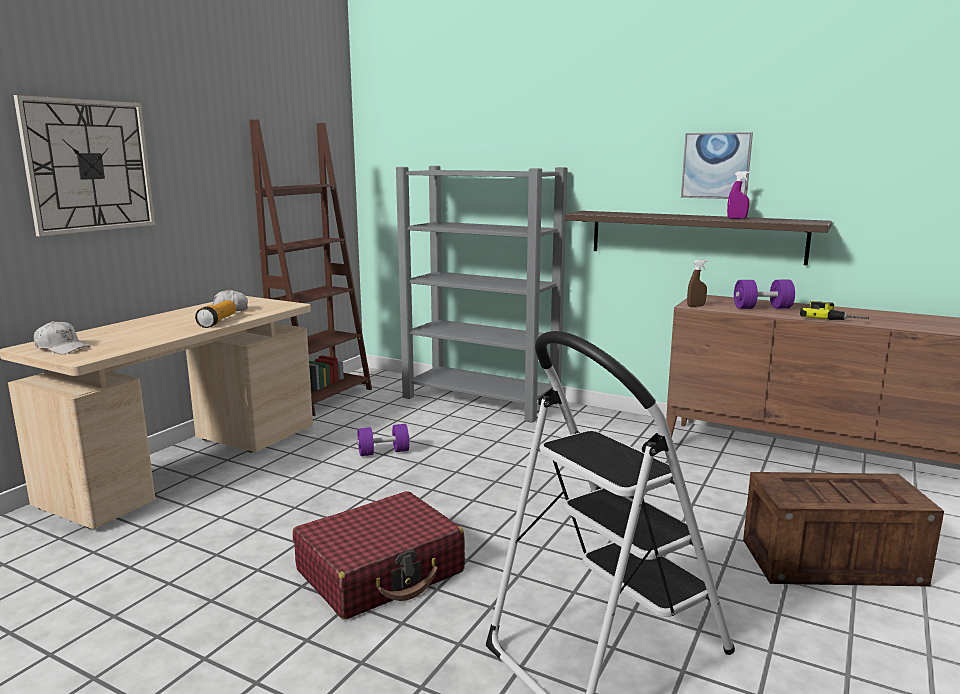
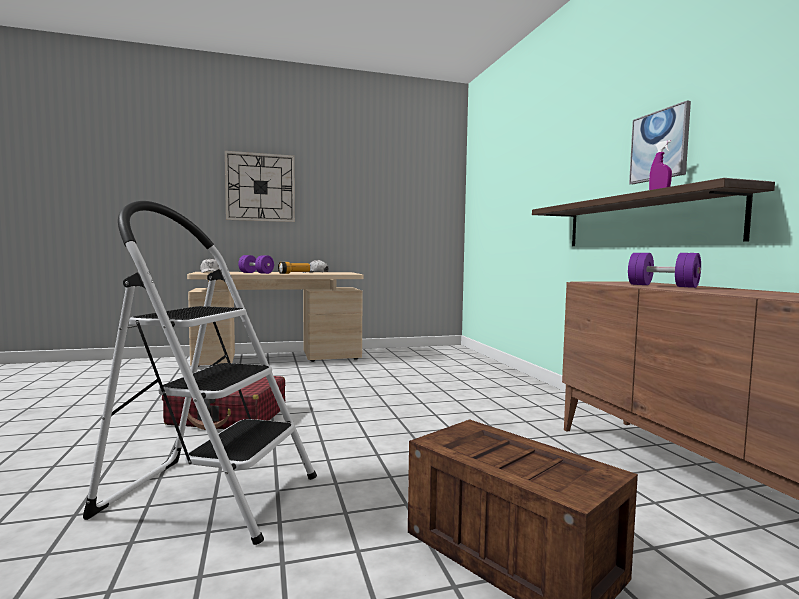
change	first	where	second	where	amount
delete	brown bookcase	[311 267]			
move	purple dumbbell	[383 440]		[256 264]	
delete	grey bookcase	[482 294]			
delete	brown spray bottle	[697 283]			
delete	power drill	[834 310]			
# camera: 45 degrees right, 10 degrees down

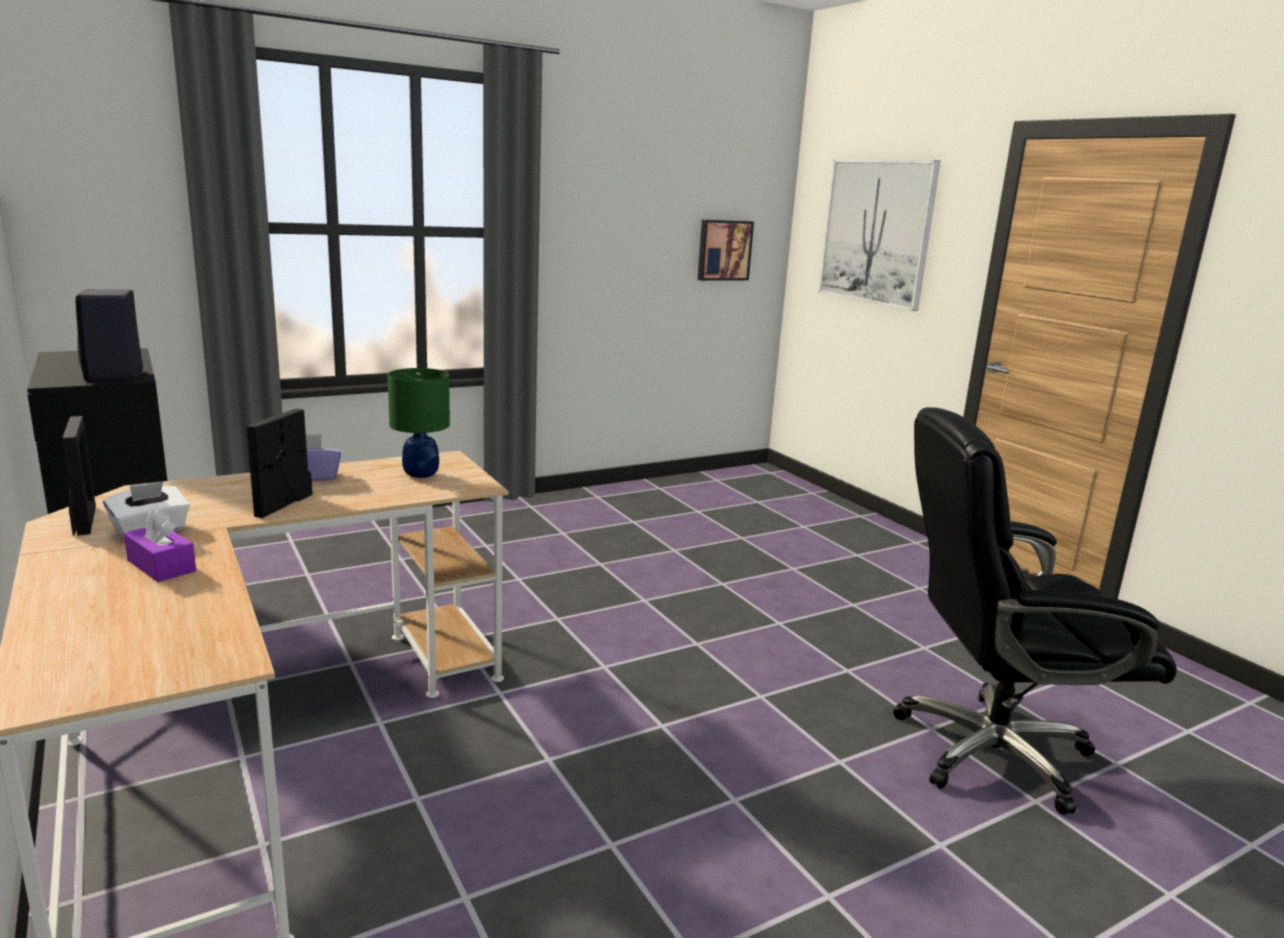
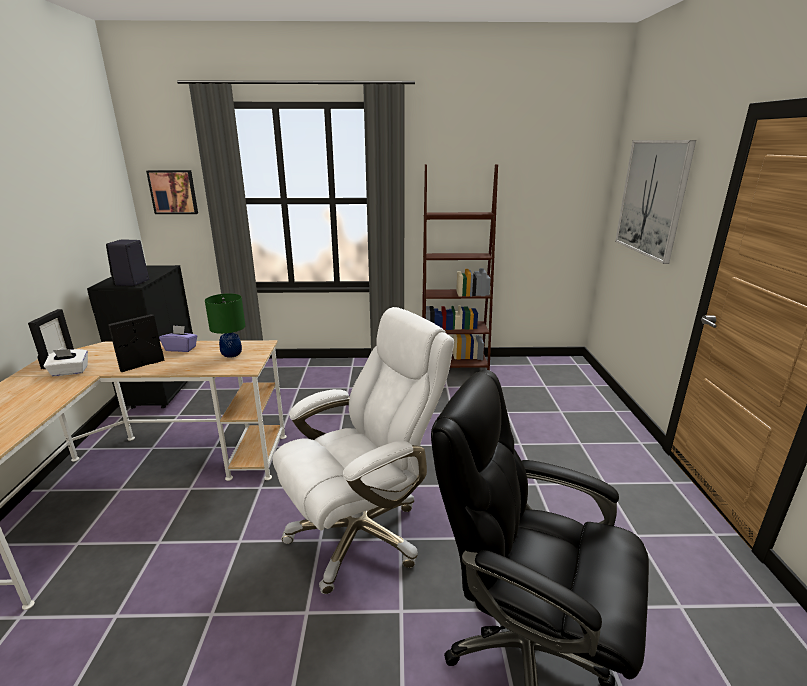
change	first	where	second	where	amount
delete	purple tissue box	[160 545]			
move	picture	[726 250]		[172 192]	
insert			white office chair	[363 450]	
insert			brown bookcase	[460 267]	
# camera: 30 degrees right, 5 degrees up

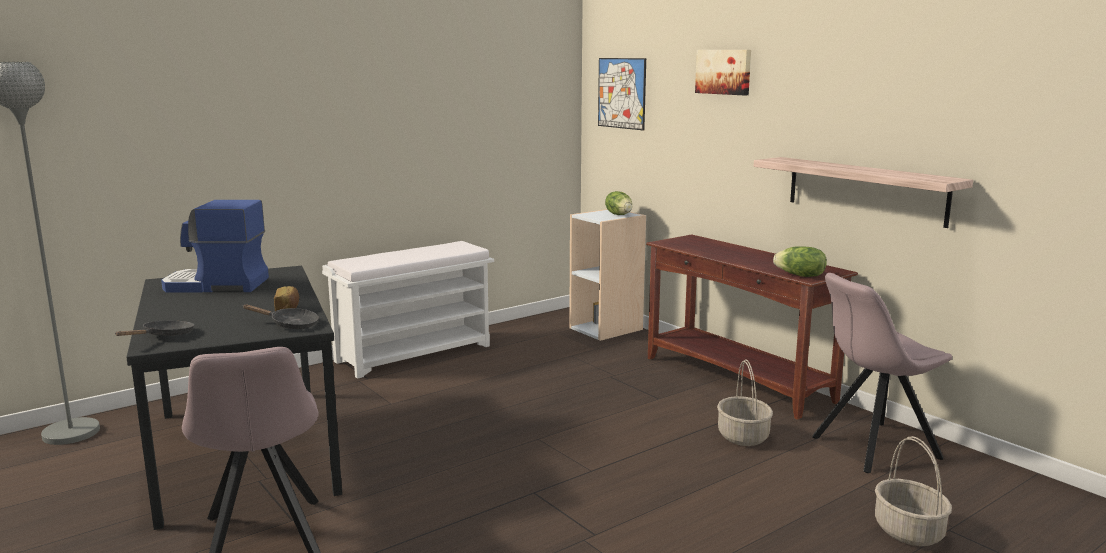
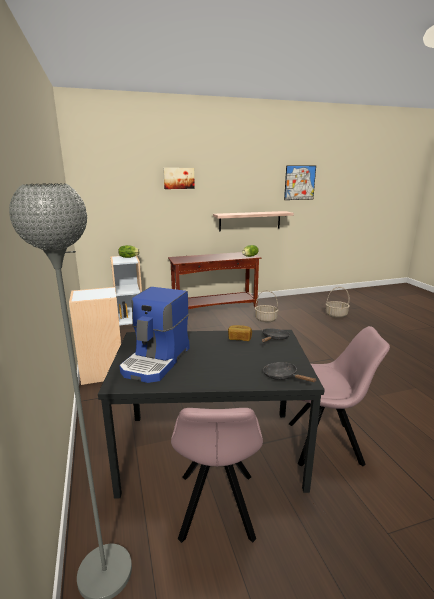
change	first	where	second	where	amount
replace	white bench	[408 310]	bookcase	[95 336]	
move	picture	[622 94]		[300 182]	
move	pink chair	[882 373]		[217 475]	
# camera: 70 degrees left, 5 degrees up

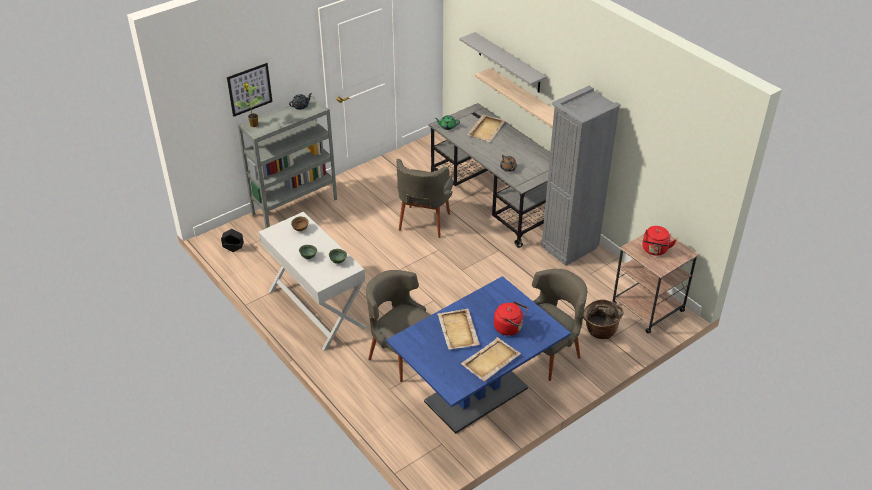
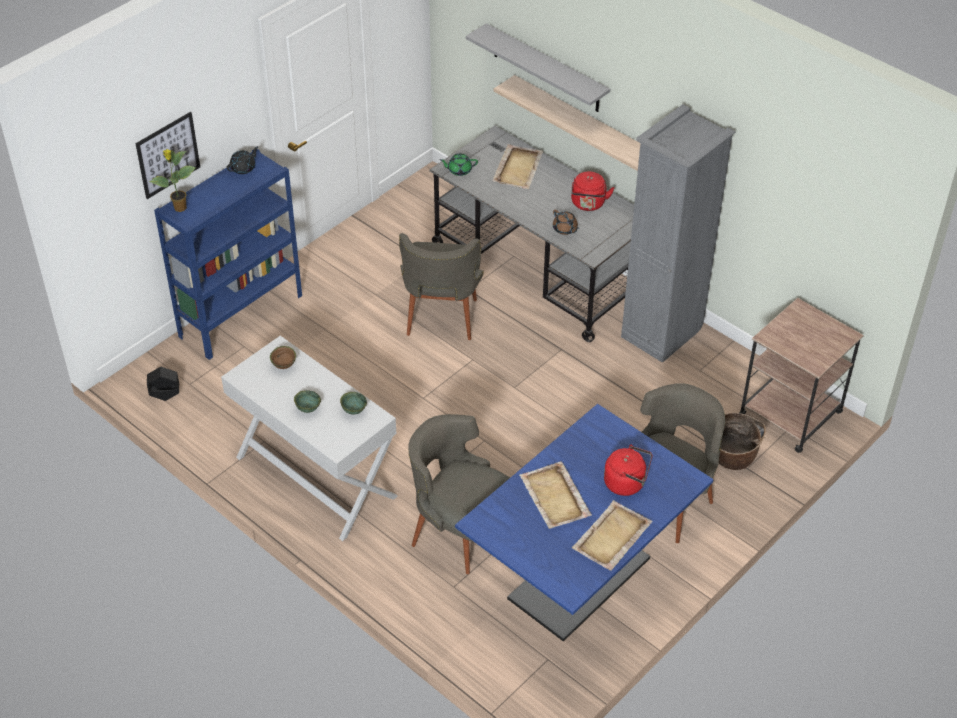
change	first	where	second	where	amount
recolor	grey bookcase	[287 162]	blue bookcase	[228 254]	
move	red kettle	[659 241]		[592 191]	
# camera: 10 degrees left, 5 degrees up

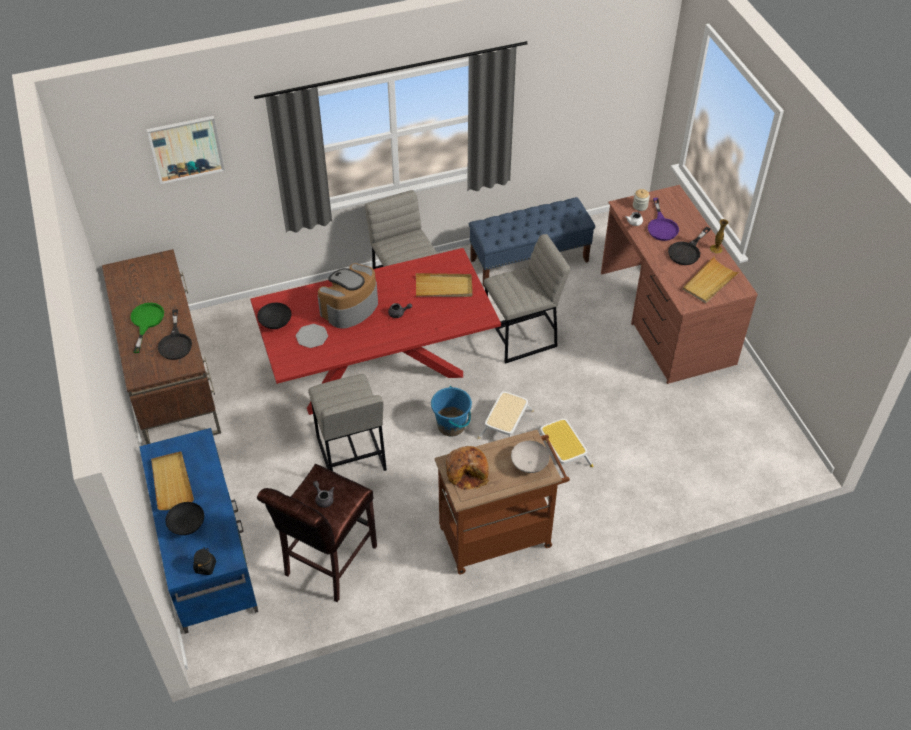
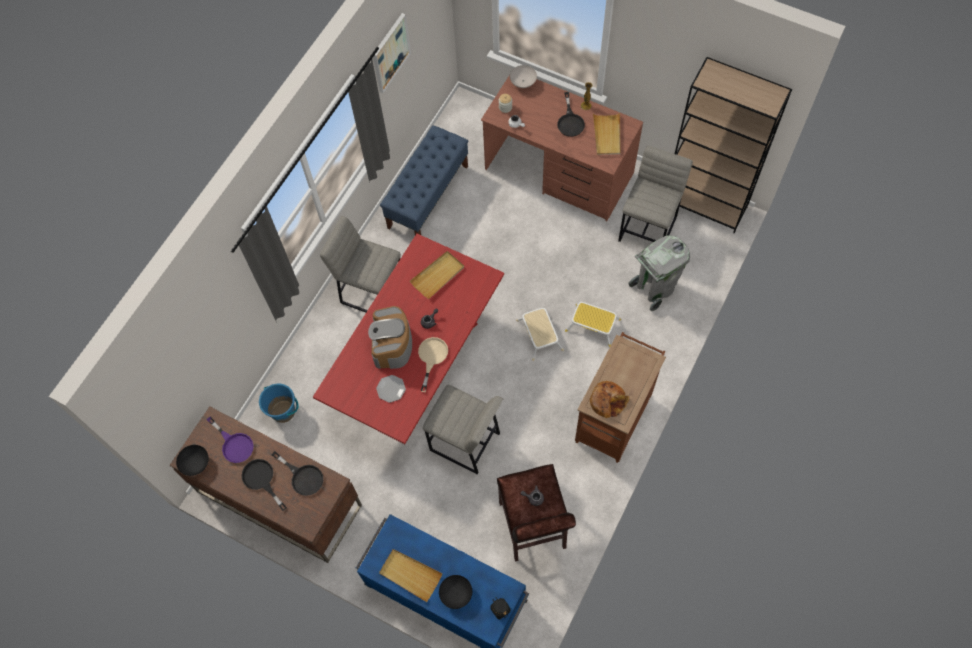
change	first	where	second	where	amount
recolor	green frying pan	[147 328]	black frying pan	[264 485]	
move	picture	[185 150]		[392 53]	
move	black bowl	[274 316]		[192 460]	
move	blue bucket	[451 411]		[279 403]	
move	grey chair	[527 298]		[655 193]	
move	white bowl	[530 457]		[523 76]	
move	purple frying pan	[663 219]		[230 439]	
insert			beige frying pan	[433 364]	
insert			grey trash can	[659 273]	
insert			beige bookcase	[733 145]	
# camera: 40 degrees left, 15 degrees up

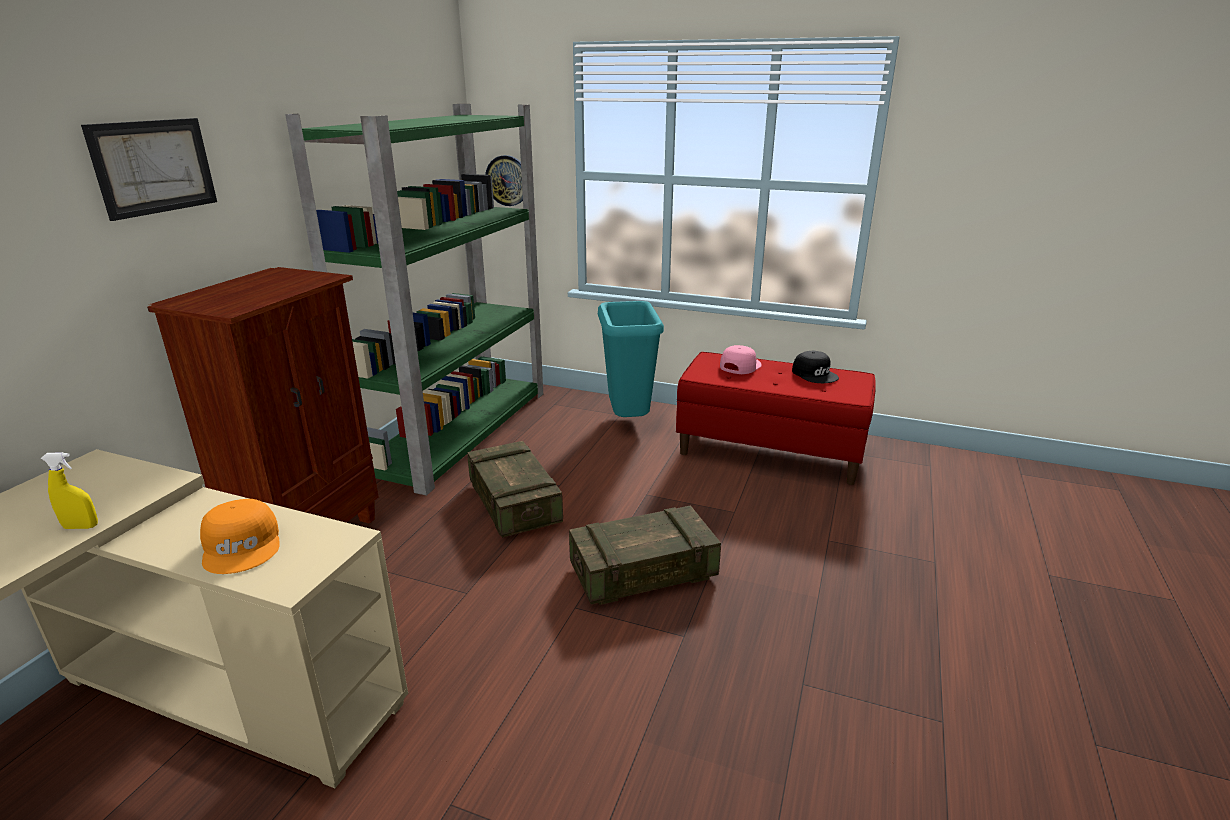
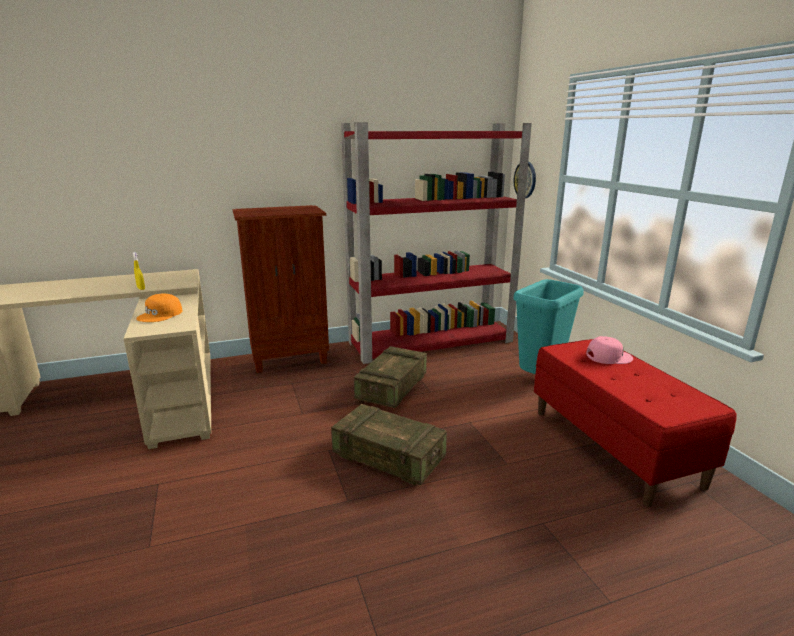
change	first	where	second	where	amount
delete	picture	[149 169]			
recolor	green bookcase	[414 300]	red bookcase	[436 243]	
delete	black cap	[815 367]			
# camera: 50 degrees right, 5 degrees down

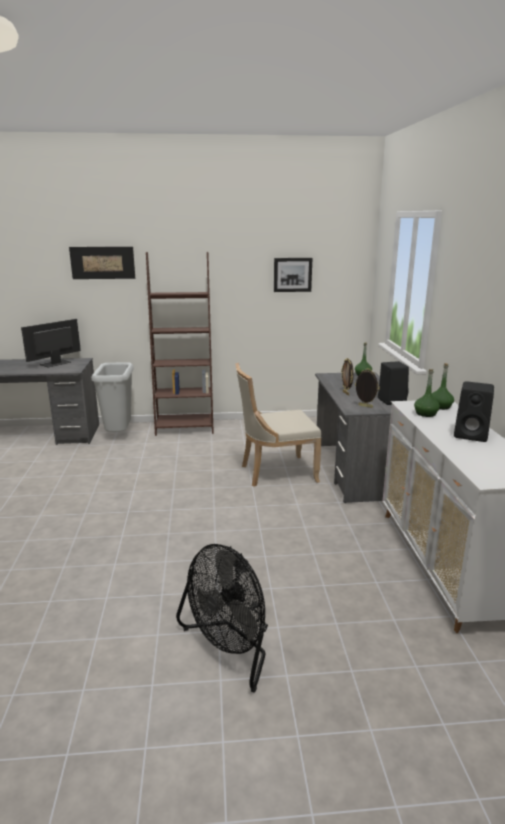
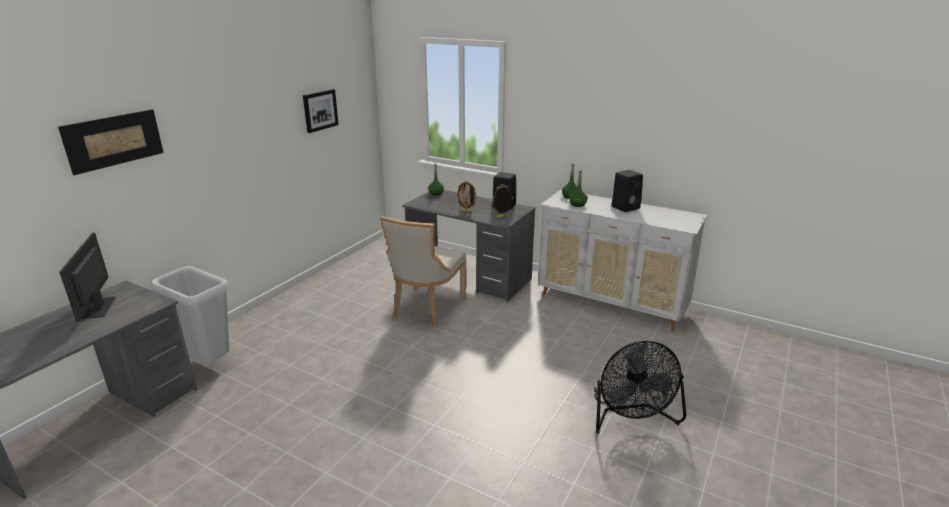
change	first	where	second	where	amount
delete	brown bookcase	[180 344]			
# camera: 55 degrees left, 5 degrees up

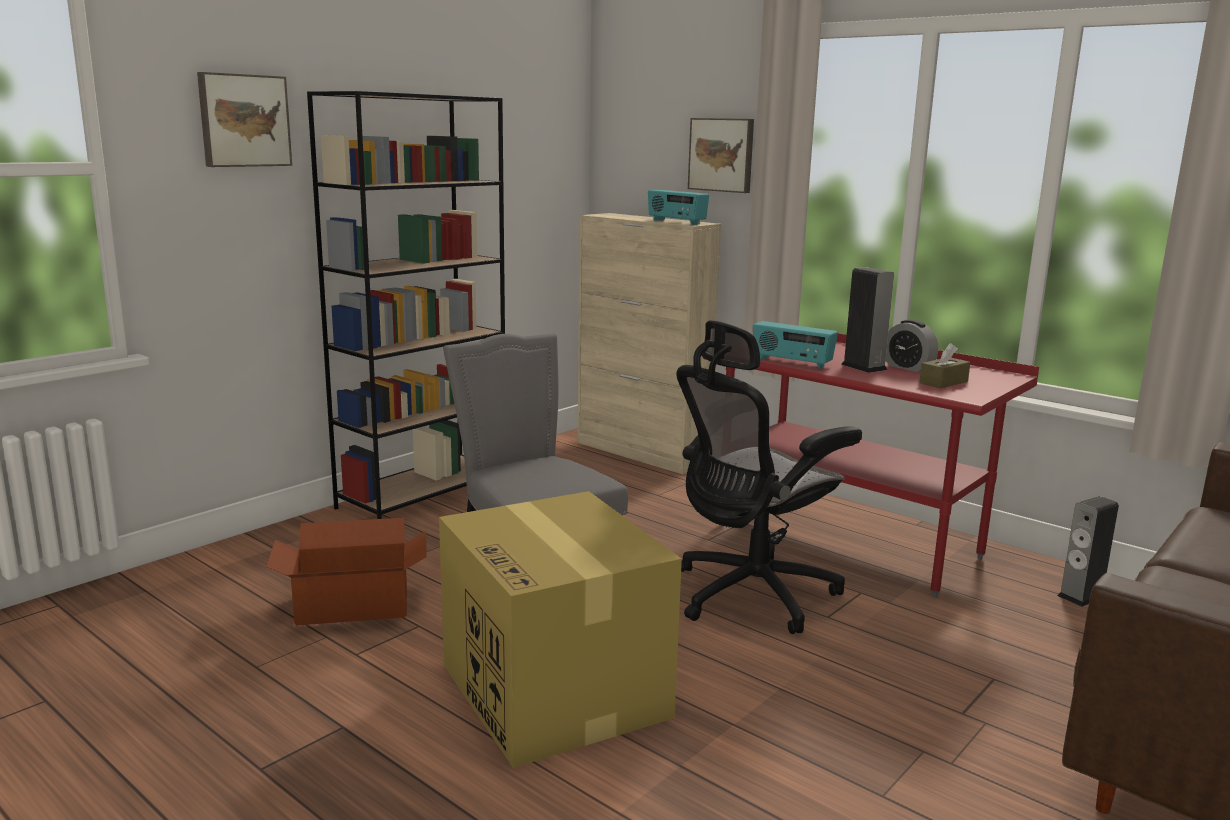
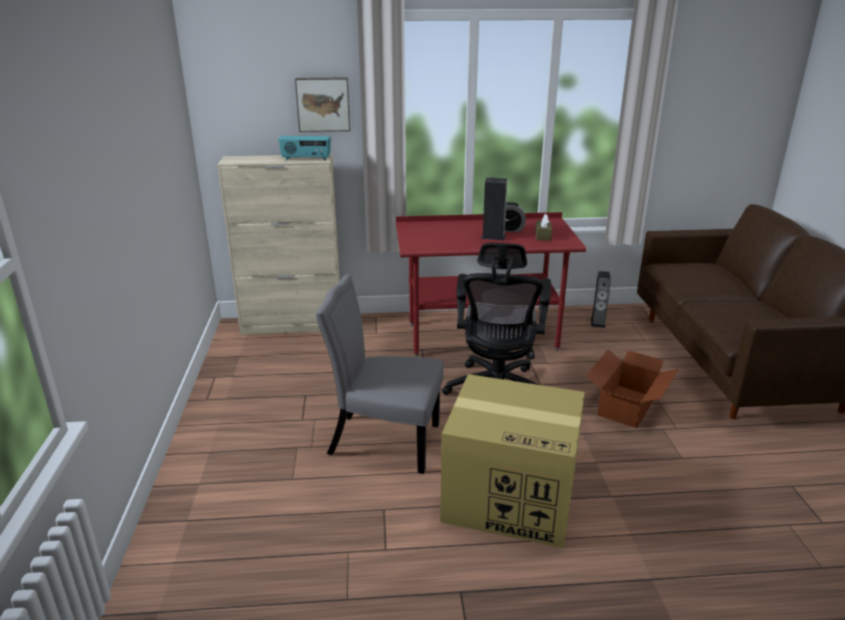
change	first	where	second	where	amount
delete	picture	[244 119]			
move	cardboard box	[346 572]		[632 388]	
delete	beige bookcase	[406 305]			
delete	radio	[795 345]			
# camera: 45 degrees left, 10 degrees up

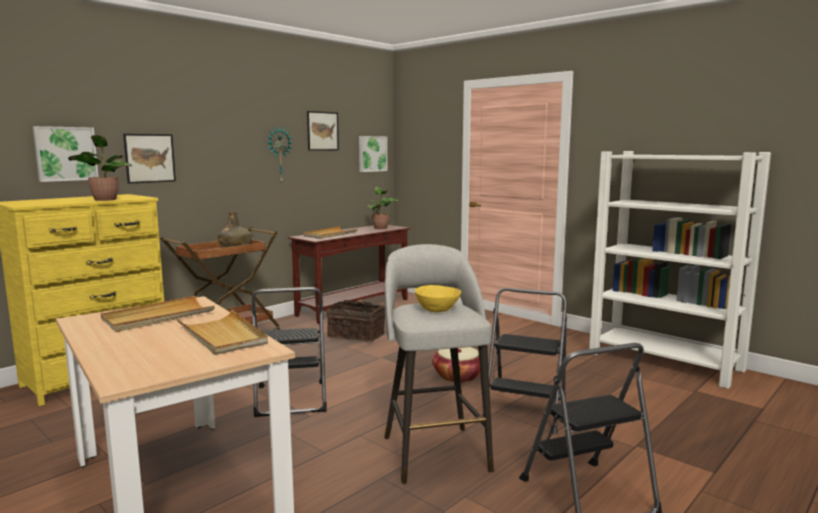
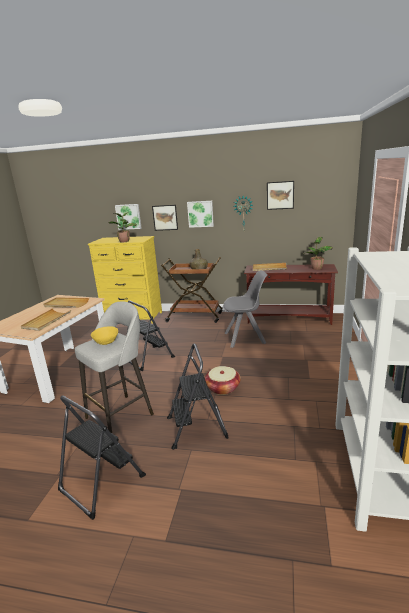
change	first	where	second	where	amount
replace	basket	[356 321]	grey chair	[245 309]	
move	picture	[373 154]		[200 214]	
# camera: 60 degrees right, 10 degrees up

